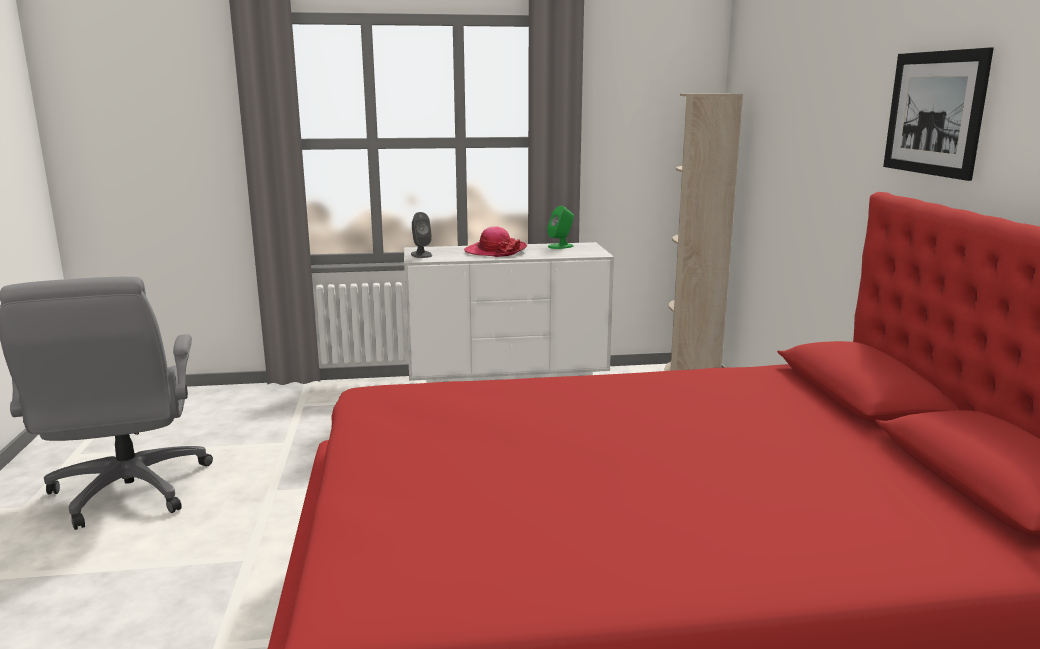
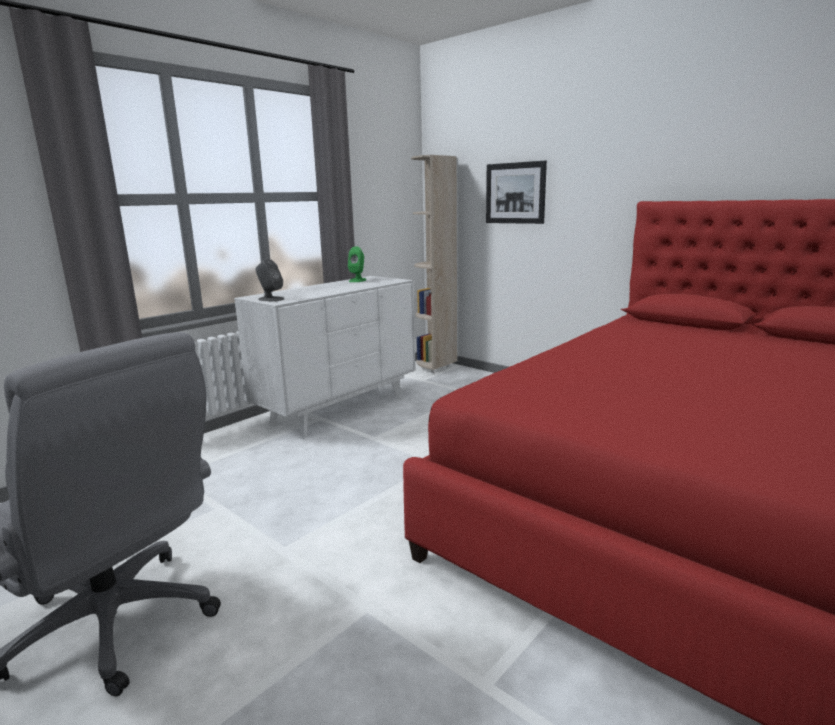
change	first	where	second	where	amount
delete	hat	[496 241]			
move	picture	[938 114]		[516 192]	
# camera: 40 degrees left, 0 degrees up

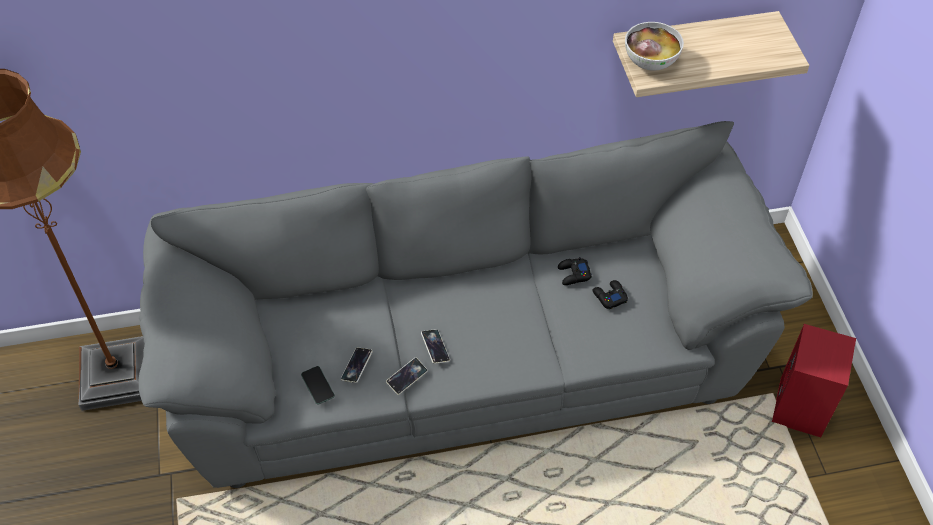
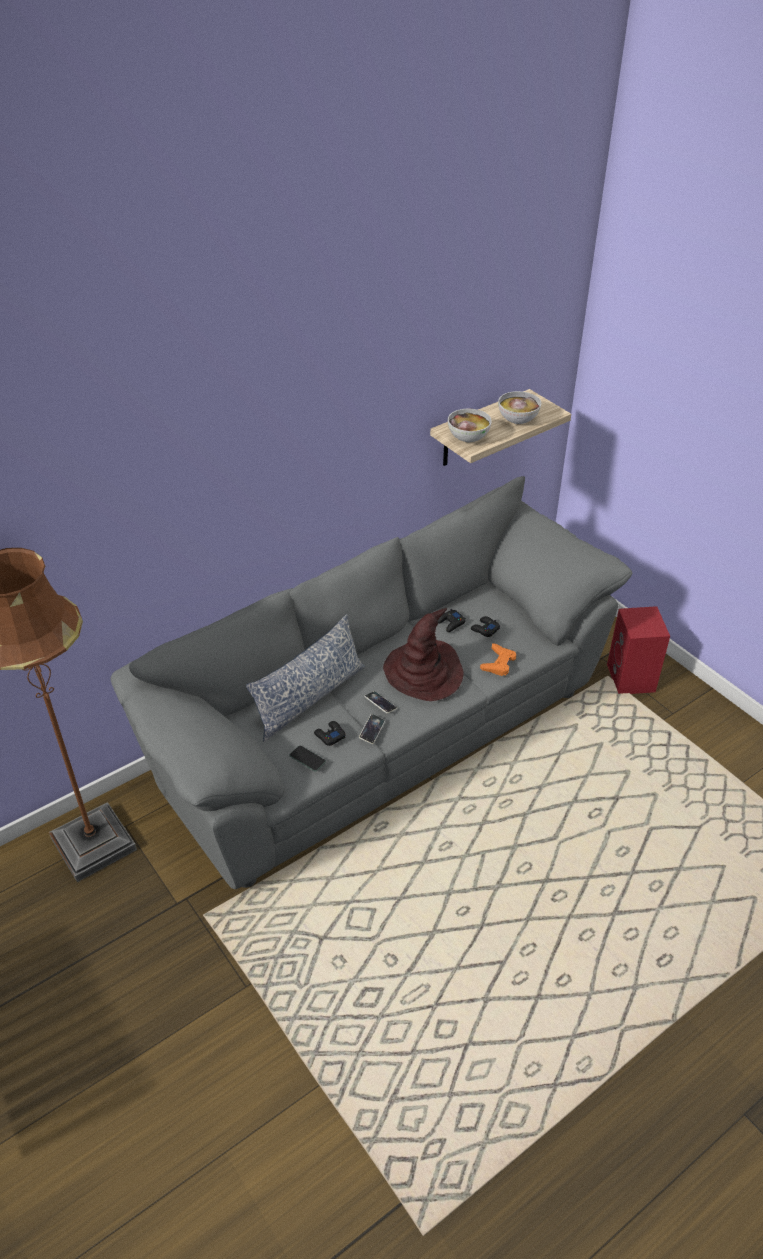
change	first	where	second	where	amount
replace	phone	[357 365]	black game controller	[330 733]	
insert			pillow	[305 678]	
insert			brown hat	[423 654]	
insert			orange game controller	[498 659]	
insert			bowl	[519 407]	
# camera: 25 degrees left, 10 degrees down

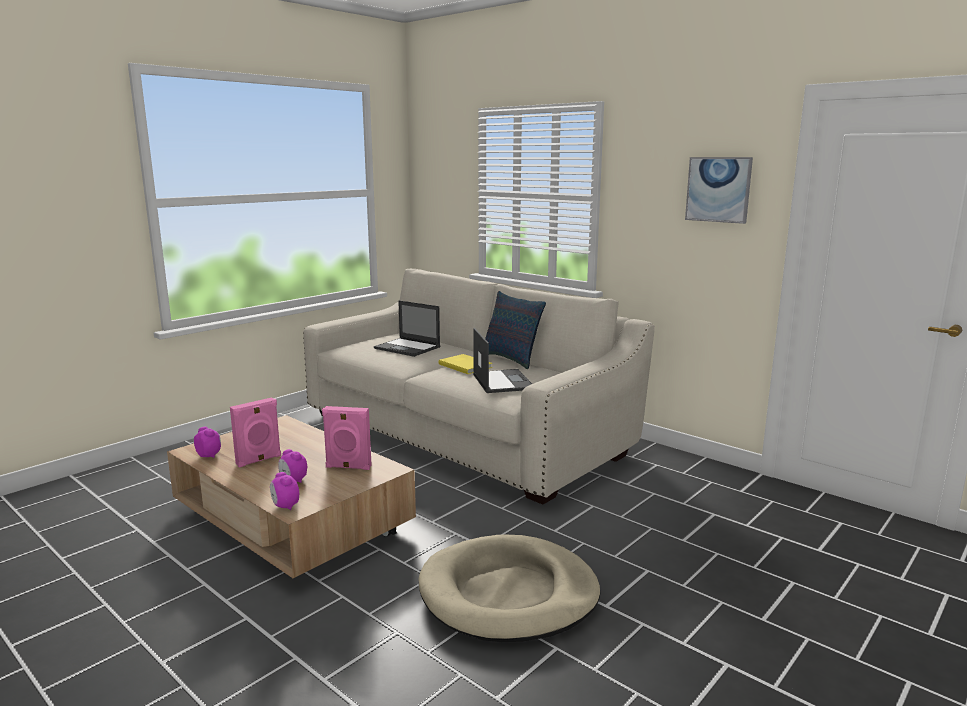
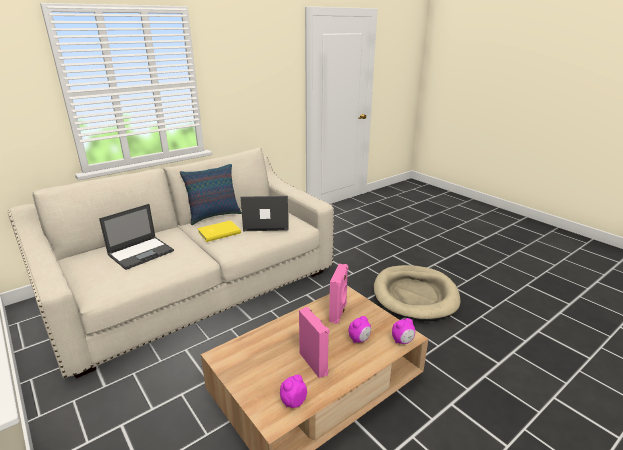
change	first	where	second	where	amount
delete	picture	[719 190]			
# camera: 80 degrees left, 10 degrees up

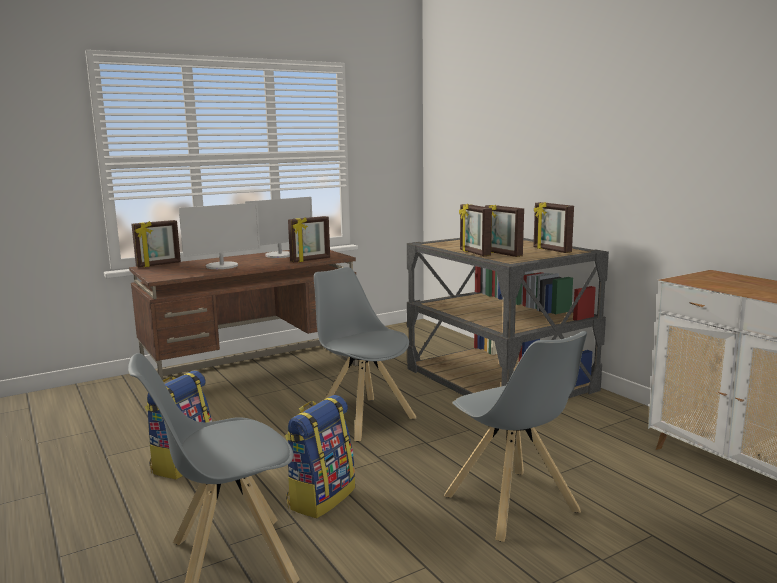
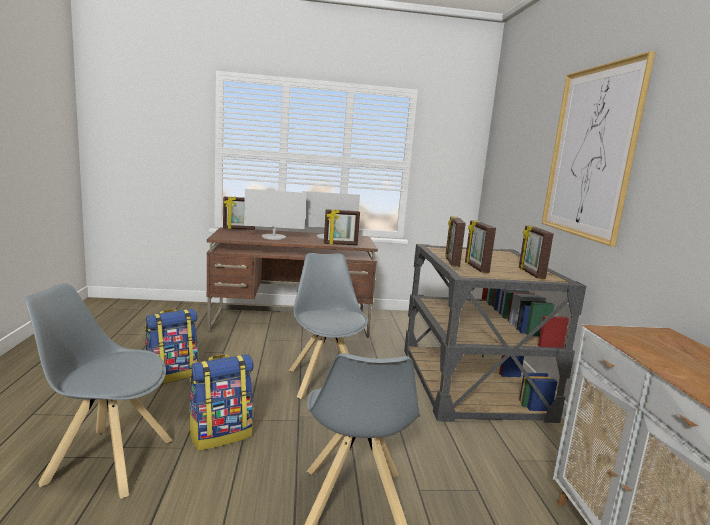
change	first	where	second	where	amount
insert			picture	[598 149]	
# camera: 25 degrees right, 0 degrees up

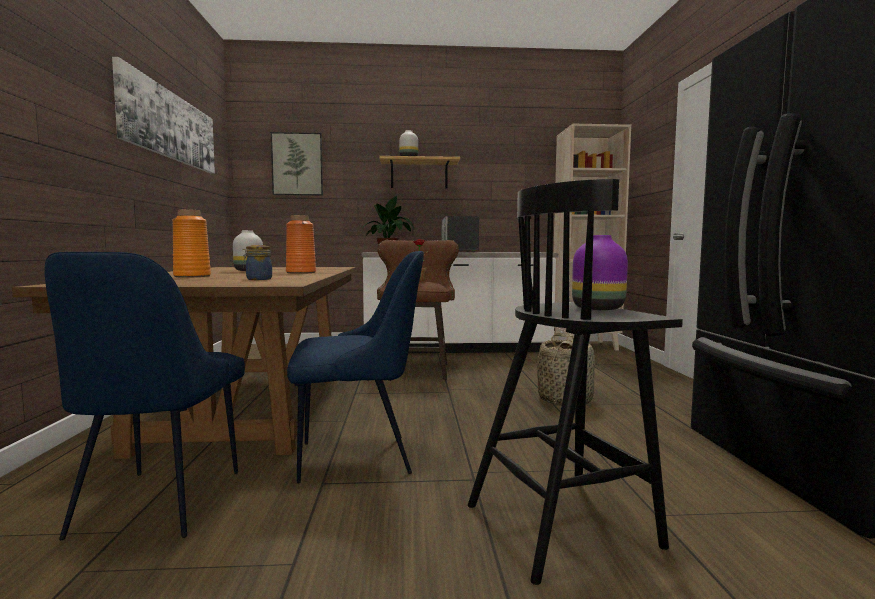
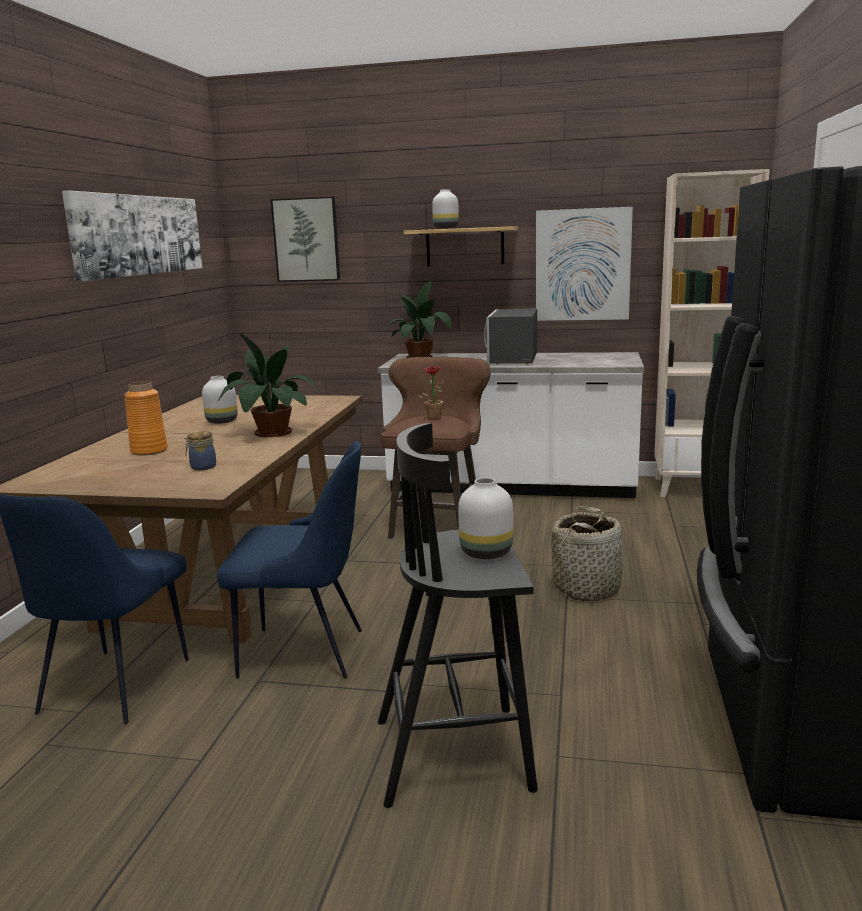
change	first	where	second	where	amount
replace	orange vase	[301 244]	potted plant	[269 385]	
recolor	purple vase	[600 272]	white vase	[485 518]	
insert			picture	[584 264]	
# camera: 15 degrees right, 10 degrees up

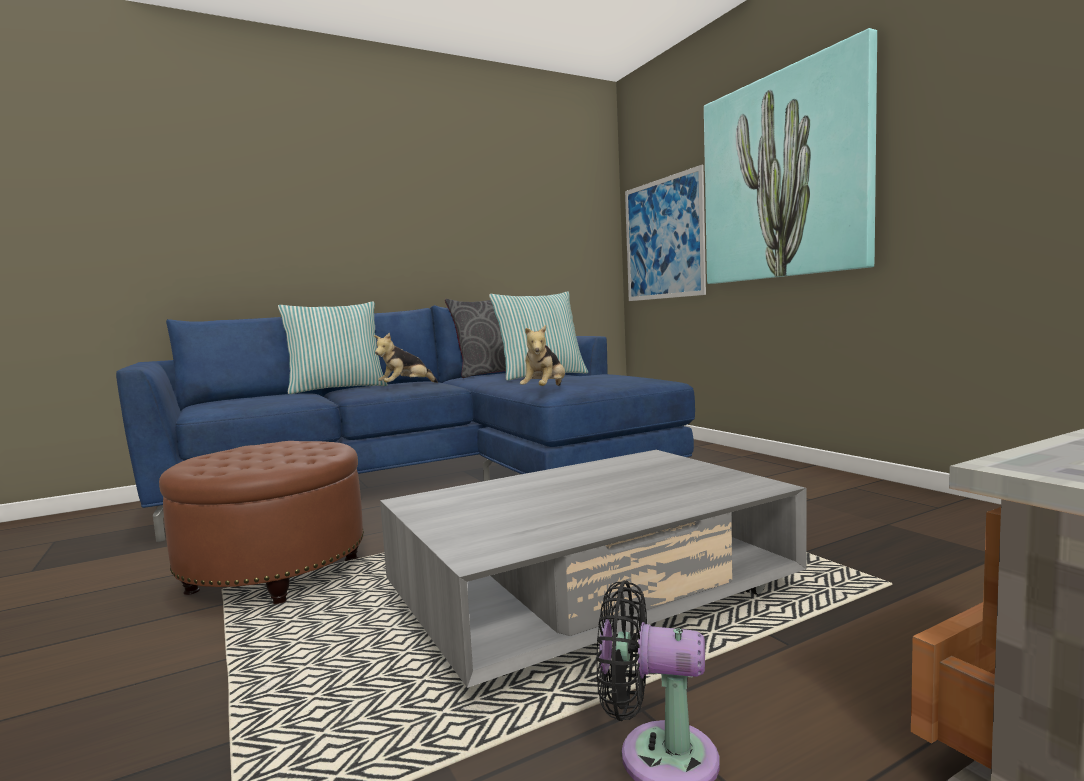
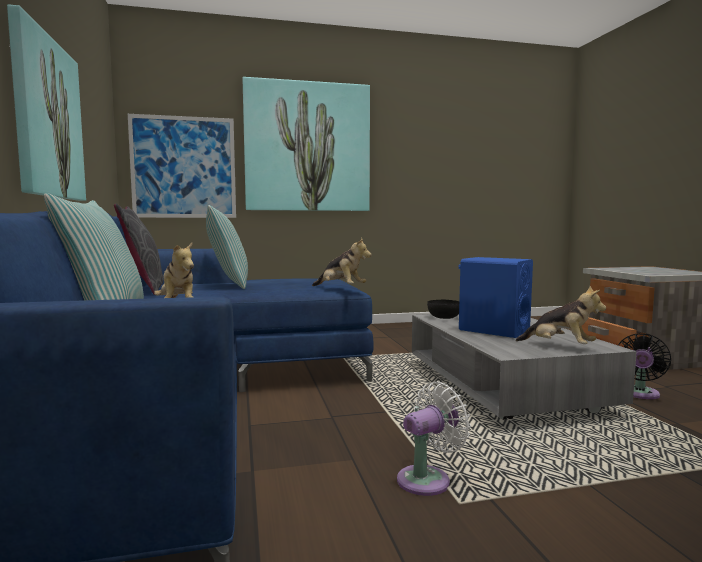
change	first	where	second	where	amount
replace	brown ottoman	[261 522]	white fan	[434 438]	
insert			picture	[46 102]	
insert			black bowl	[443 309]	
insert			blue speaker	[495 297]	
insert			plush toy	[561 315]	
# camera: 75 degrees left, 0 degrees up

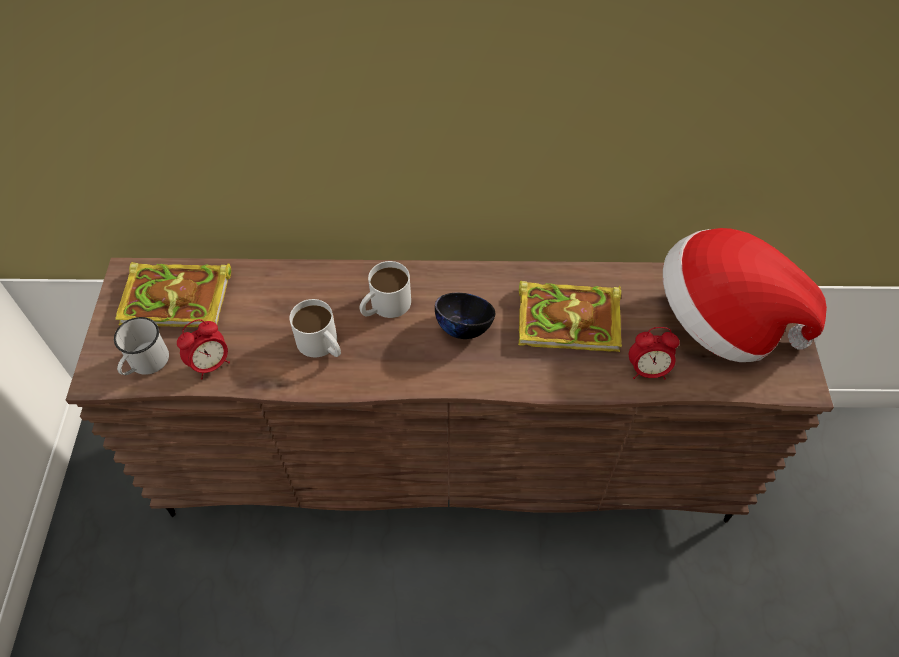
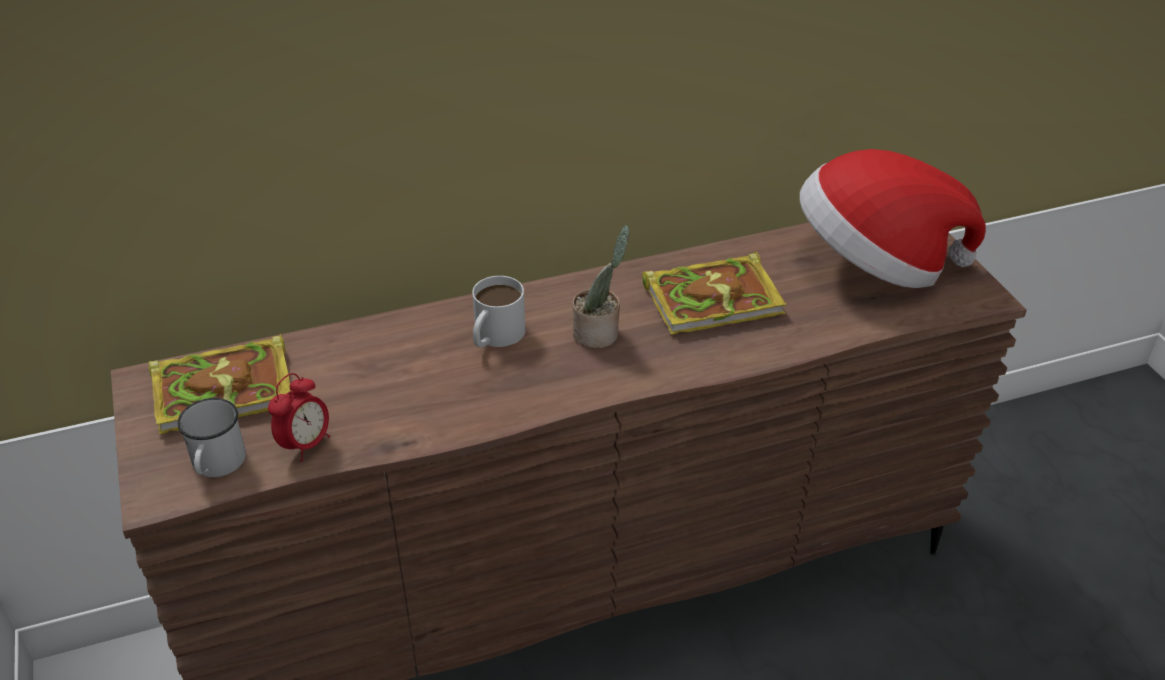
change	first	where	second	where	amount
delete	white mug	[315 328]			
replace	black bowl	[465 316]	potted plant	[600 286]	
delete	alarm clock	[654 353]			
# camera: 20 degrees left, 15 degrees down

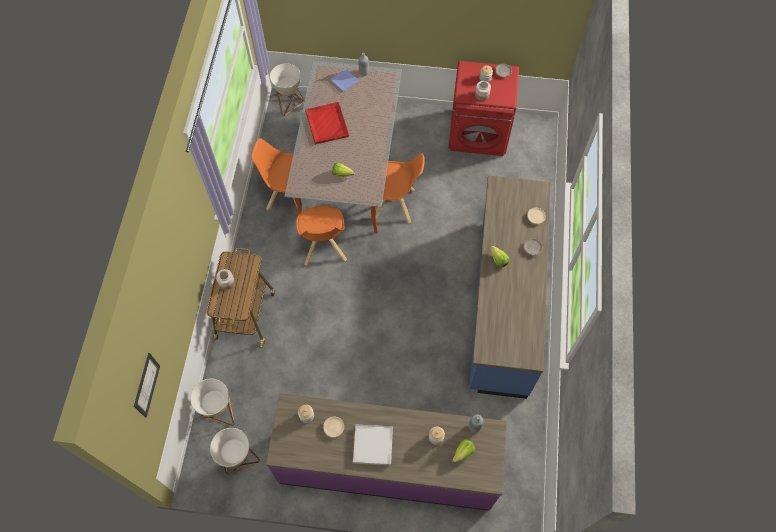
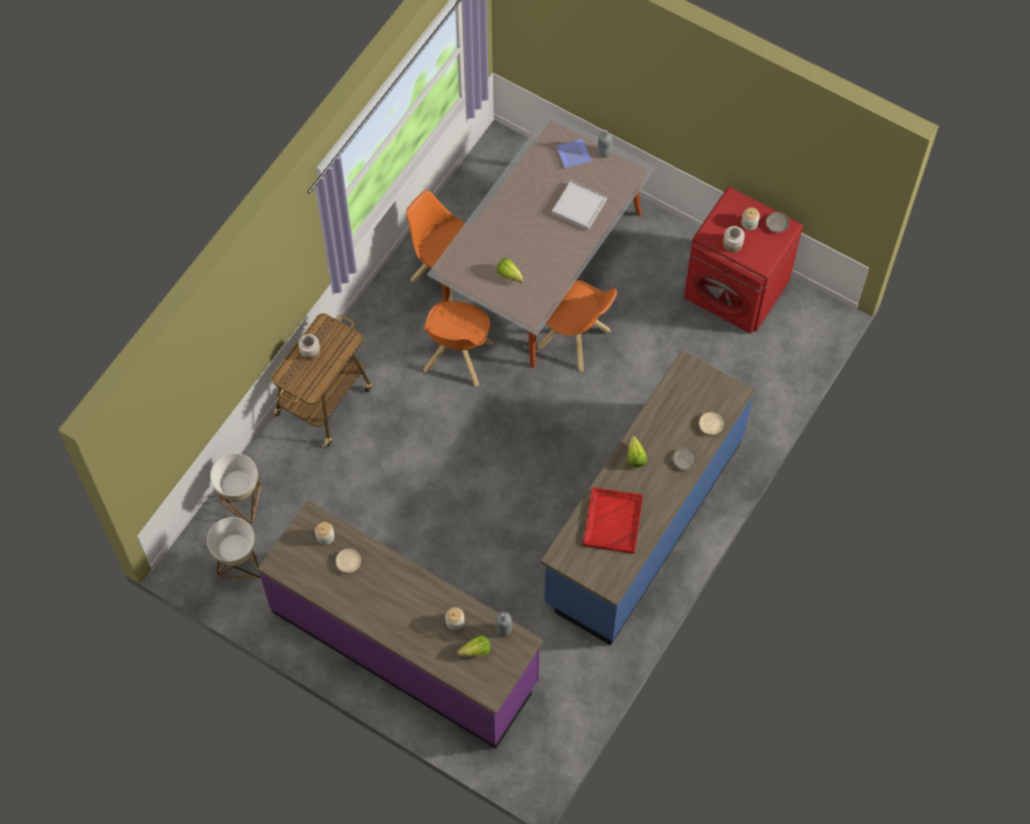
change	first	where	second	where	amount
delete	picture	[147 385]			
delete	planter	[287 89]			
move	red tray	[327 123]		[613 521]	
move	white tray	[373 445]		[579 205]	
# camera: 25 degrees right, 0 degrees up

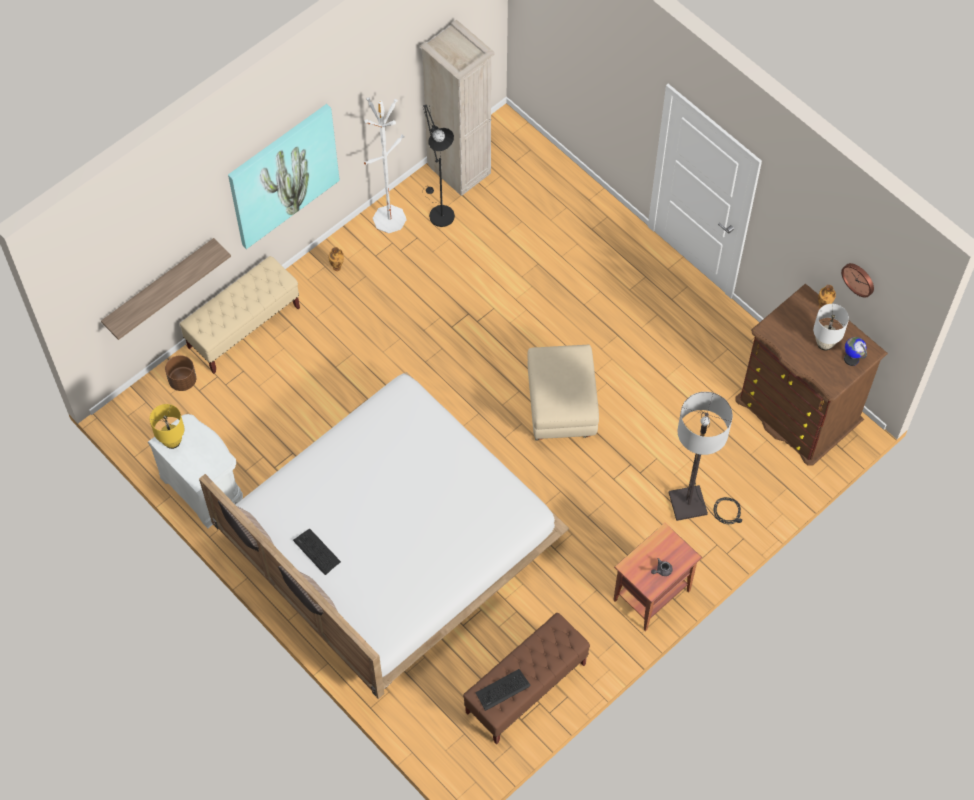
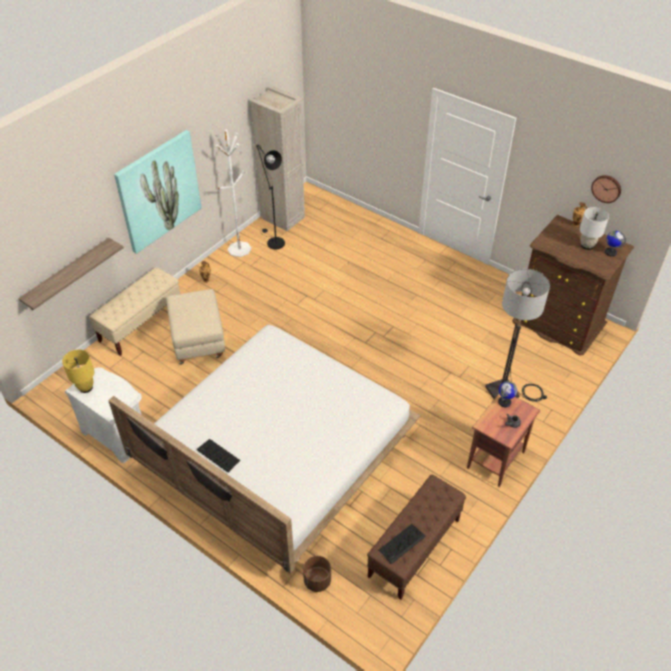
change	first	where	second	where	amount
move	brown planter	[180 373]		[317 574]	
move	beige ottoman	[563 393]		[195 327]	
insert			globe	[507 394]	
# camera: 10 degrees left, 15 degrees down

